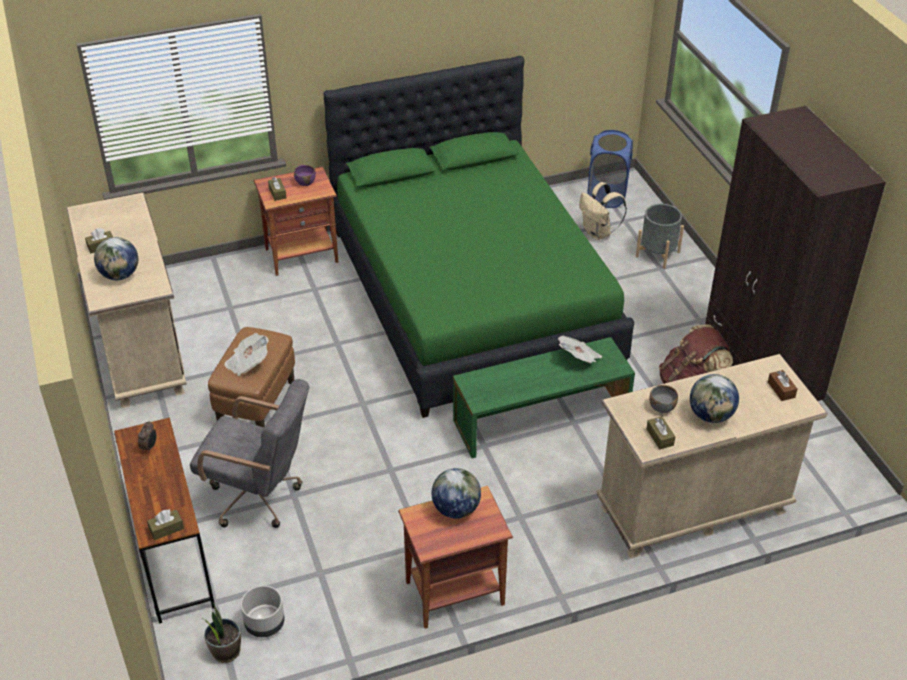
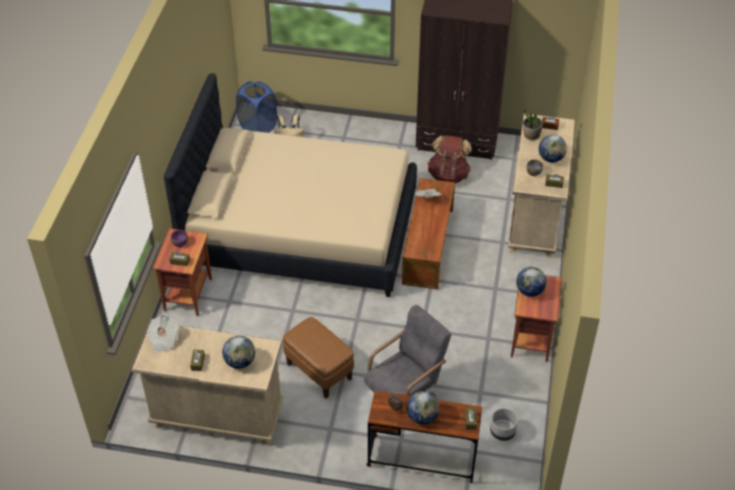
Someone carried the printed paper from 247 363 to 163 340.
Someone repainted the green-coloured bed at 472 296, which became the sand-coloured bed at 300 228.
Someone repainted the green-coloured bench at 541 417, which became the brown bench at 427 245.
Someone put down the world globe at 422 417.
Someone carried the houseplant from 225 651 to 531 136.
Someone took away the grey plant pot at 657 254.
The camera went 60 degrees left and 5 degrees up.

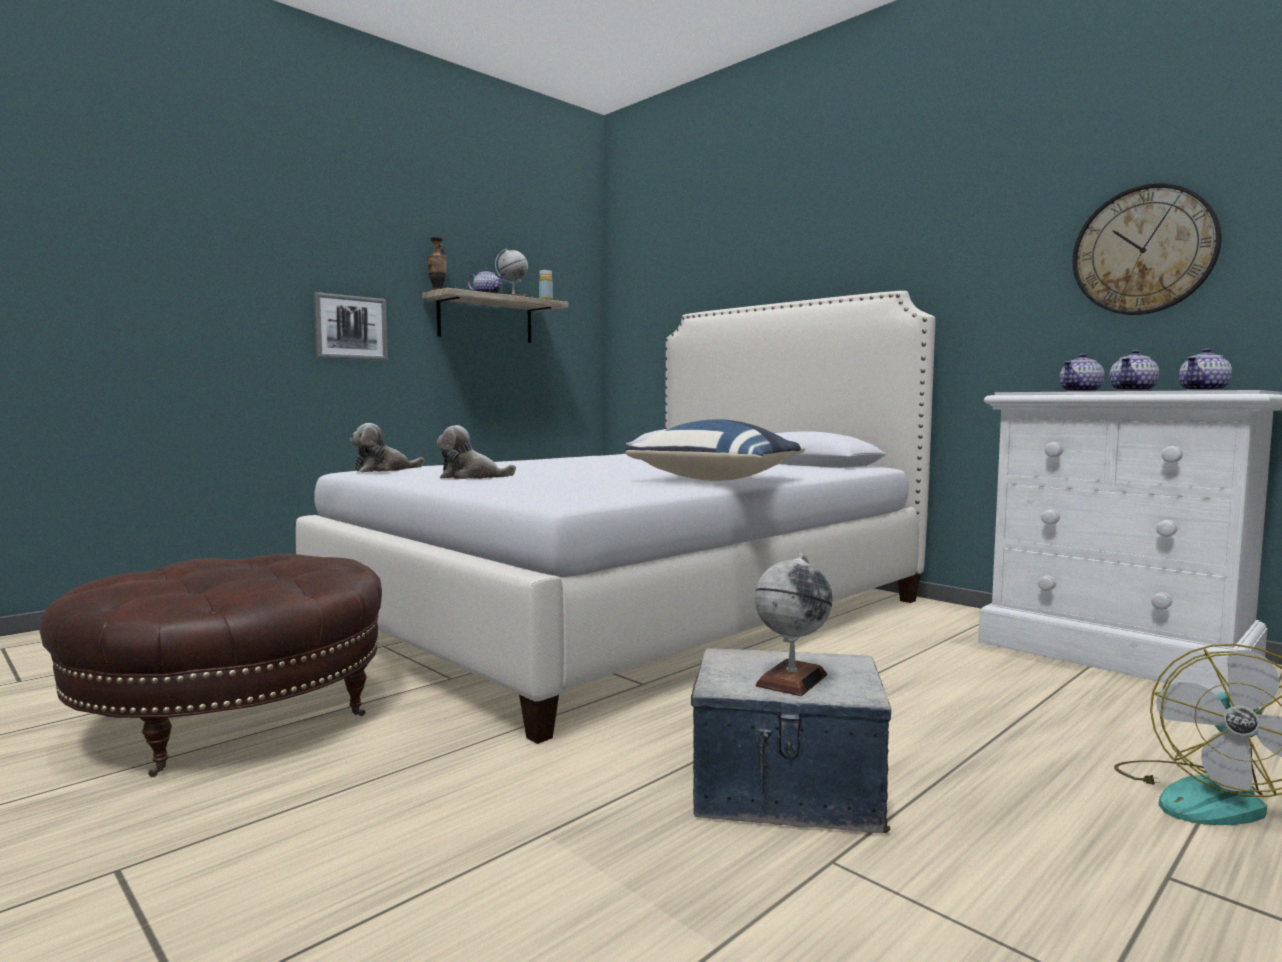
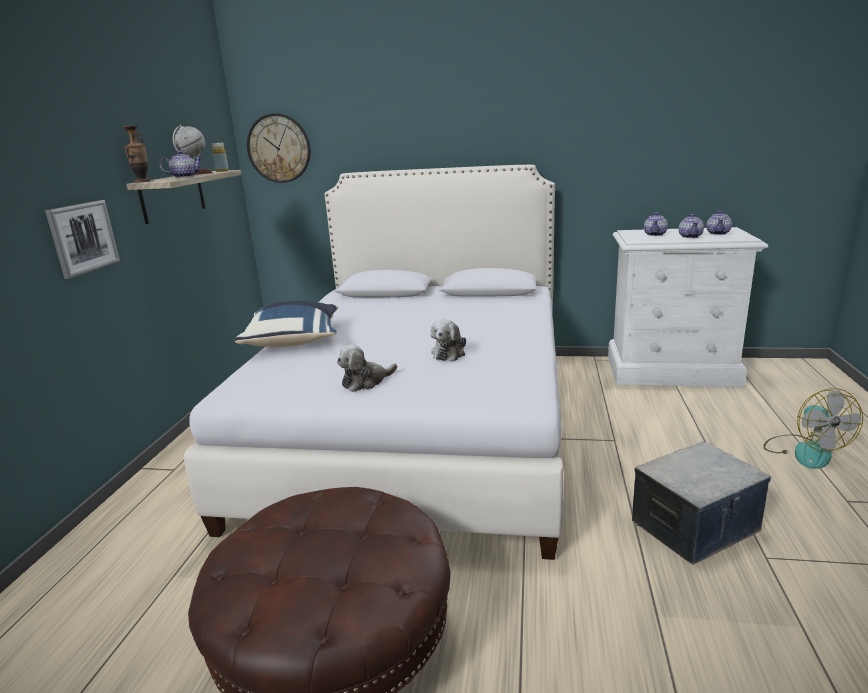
Someone carried the blue cushion from 719 480 to 294 341.
Someone carried the clock on the wall from 1143 250 to 279 148.
Someone carried the soft toy from 383 470 to 449 353.
Someone took away the world globe at 791 680.
The camera went 35 degrees left and 15 degrees up.

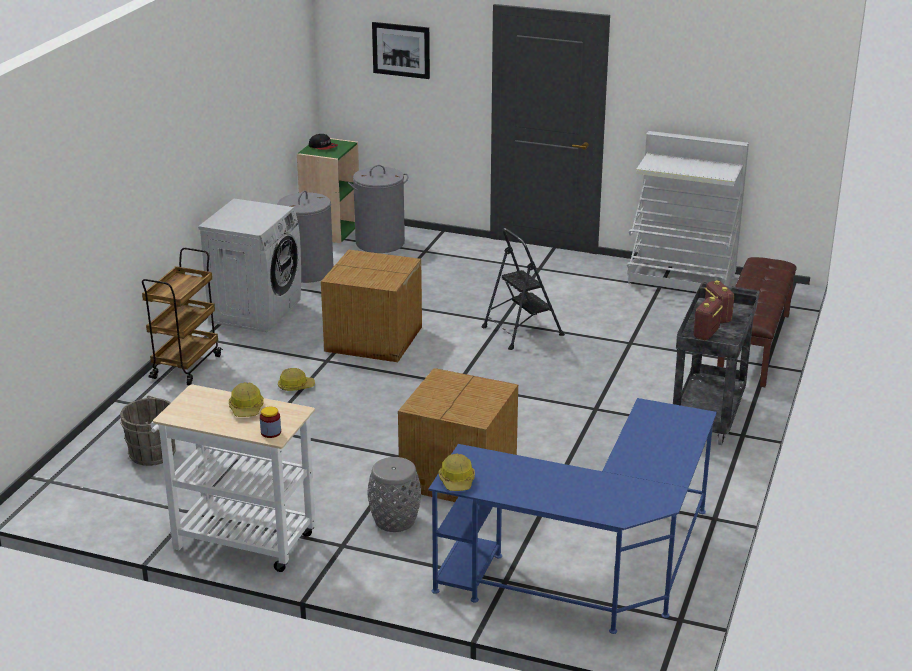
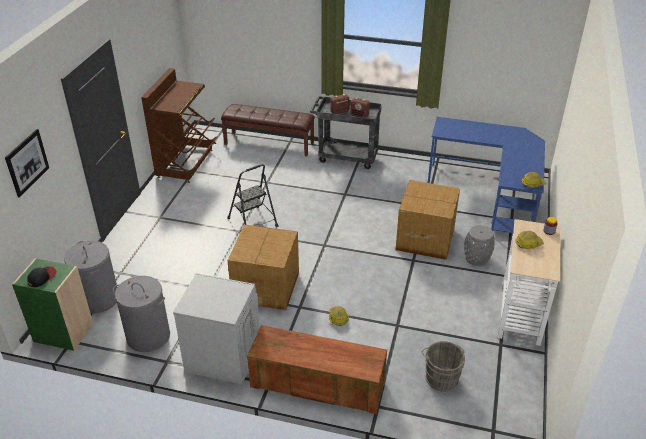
Someone repainted the white shoe rack at 680 282, which became the brown shoe rack at 188 163.
Someone swapped the brown cart at 187 367 for the brown bench at 316 384.
The camera went 95 degrees left and 10 degrees up.

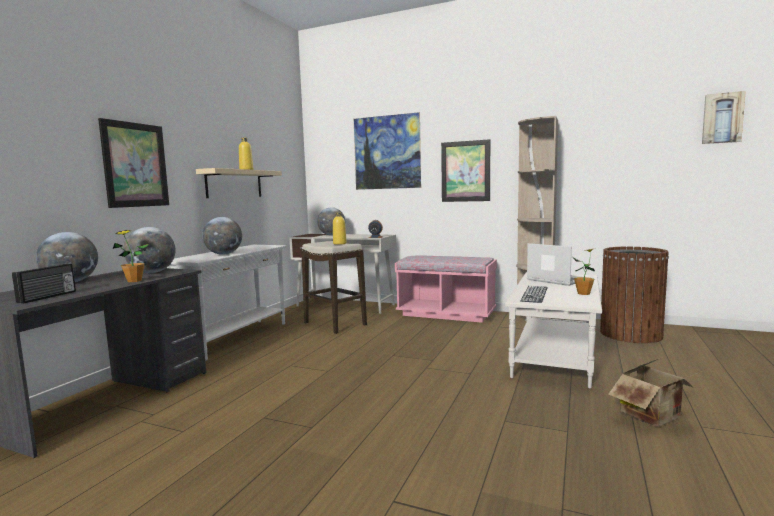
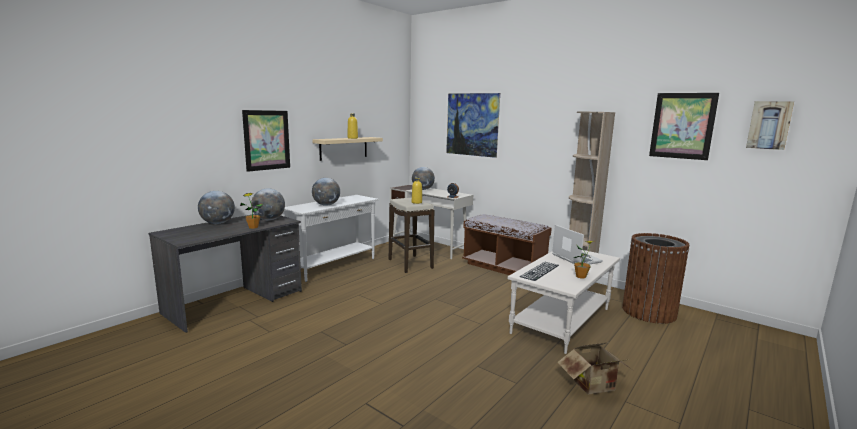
Someone repainted the pinkish bench at 446 314, which became the brown bench at 503 267.
Someone carried the picture from 465 171 to 682 126.
Someone took away the radio receiver at 48 297.
The camera went 15 degrees right and 5 degrees up.

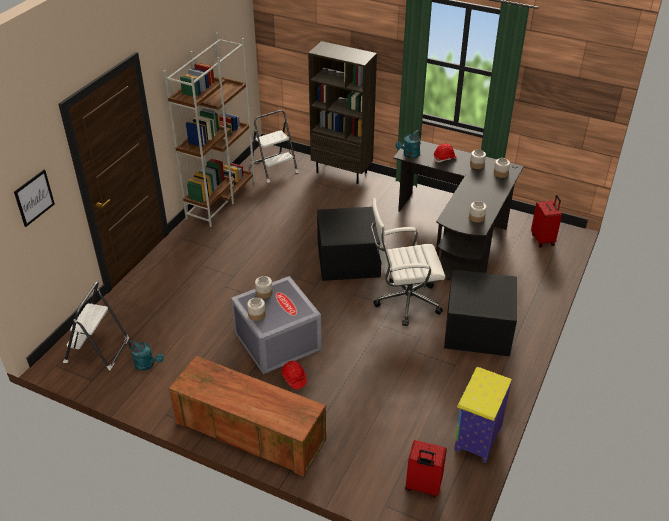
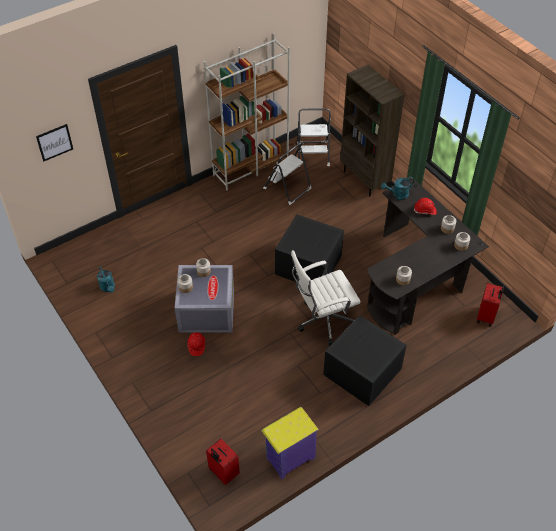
Someone carried the white stepladder from 99 350 to 288 189.
Someone rotated the white computer chair at 404 302 by 45 degrees counterclockwise.
Someone took away the brown bench at 248 432.
The camera went 30 degrees right and 10 degrees up.

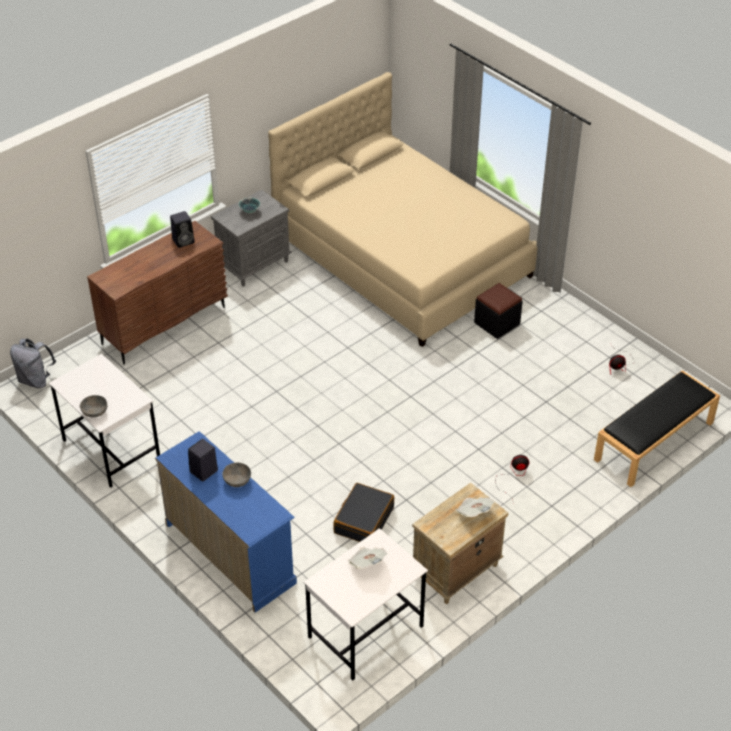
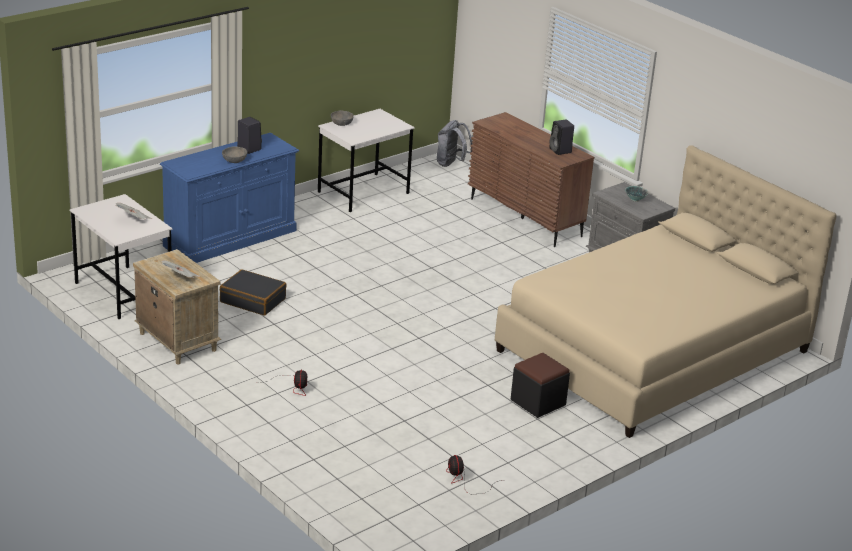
Someone took away the blackish bench at 654 442.
The camera went 90 degrees right and 15 degrees down.

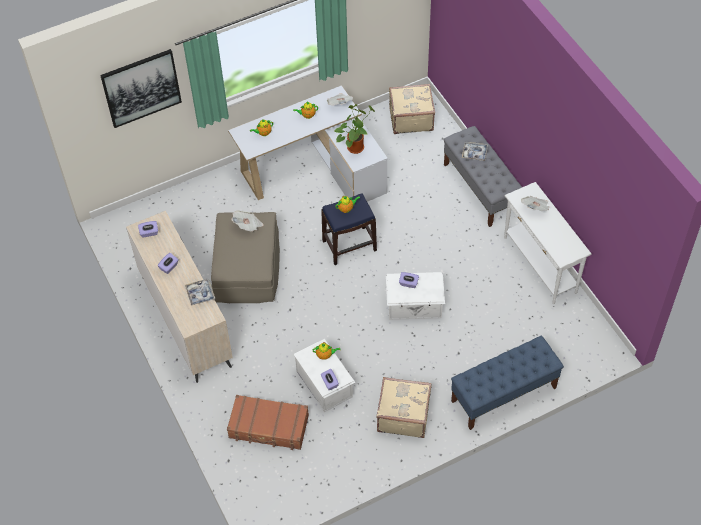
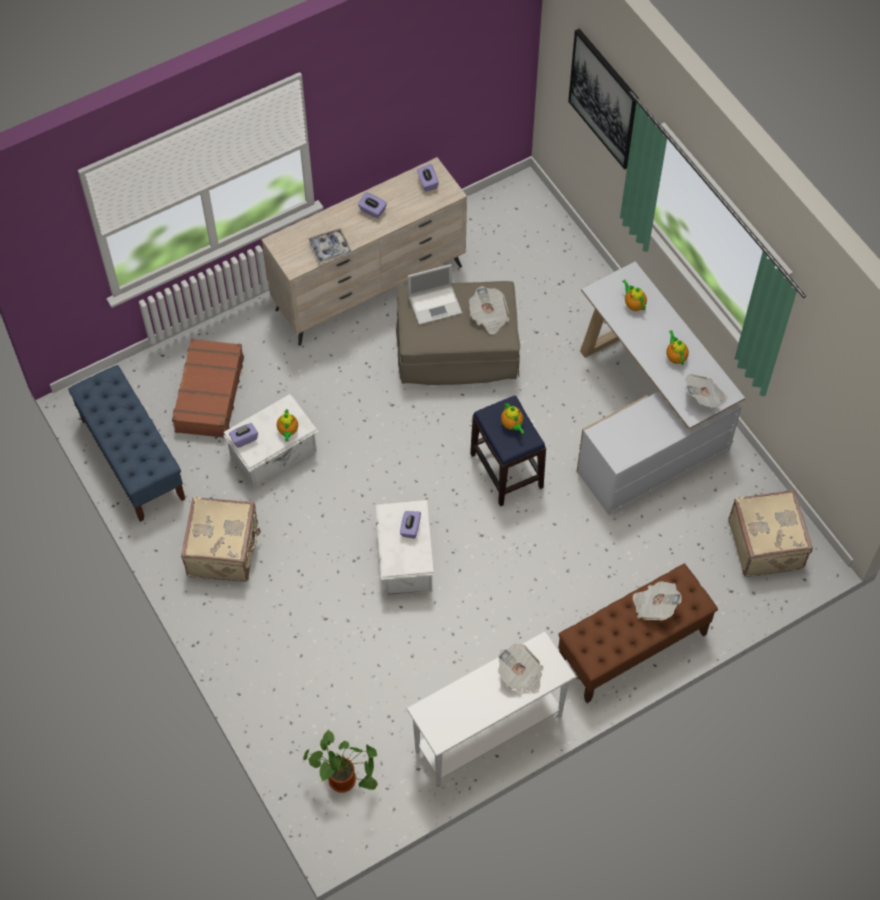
Someone carried the blue bench from 503 394 to 132 459.
Someone carried the houseplant from 355 146 to 345 779.
Someone put down the portable computer at 436 304.
Someone repainted the grey bench at 480 189, which became the brown bench at 632 648.
Someone swapped the carrying tray at 474 153 for the printed paper at 654 606.
The camera went 85 degrees right and 5 degrees up.

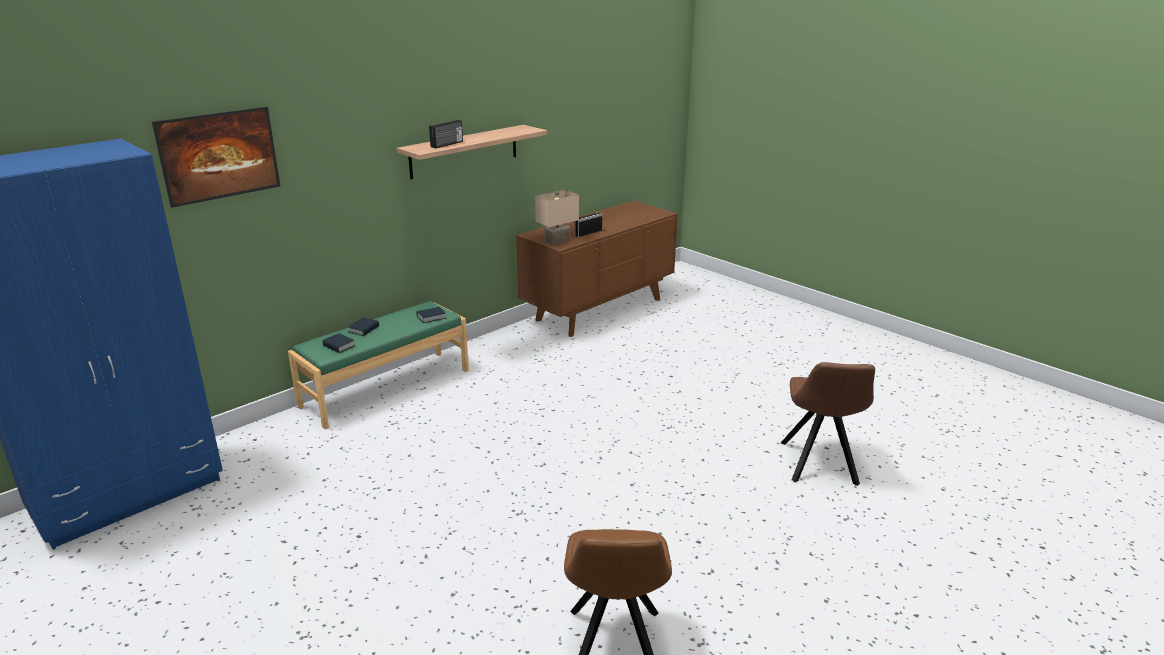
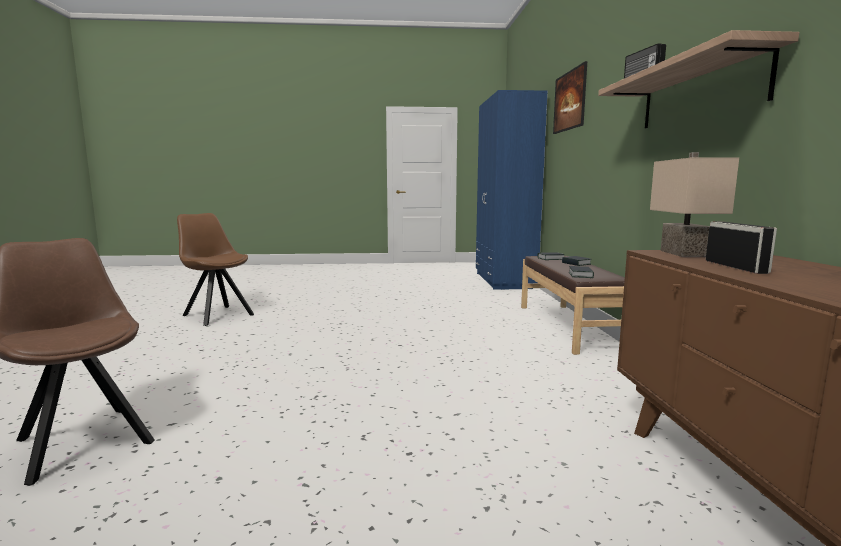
Someone repainted the green-coloured bench at 386 387, which became the brown bench at 569 326.
The camera went 130 degrees right and 15 degrees down.

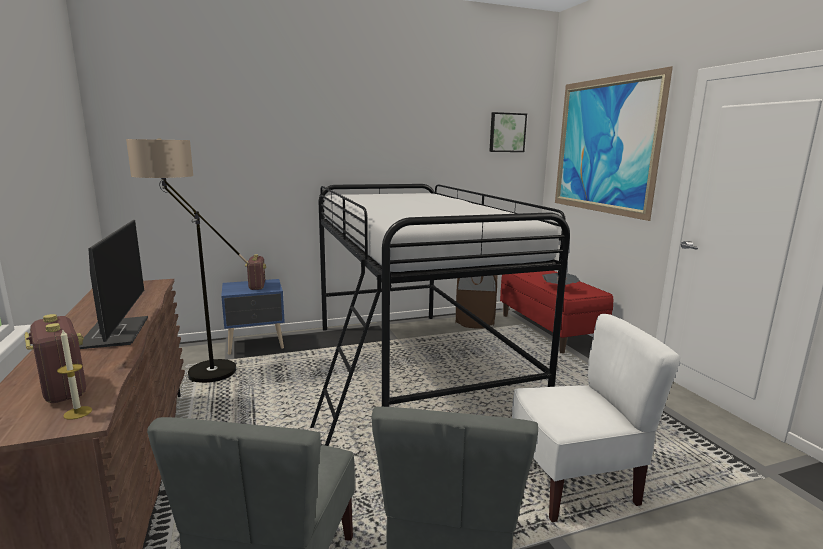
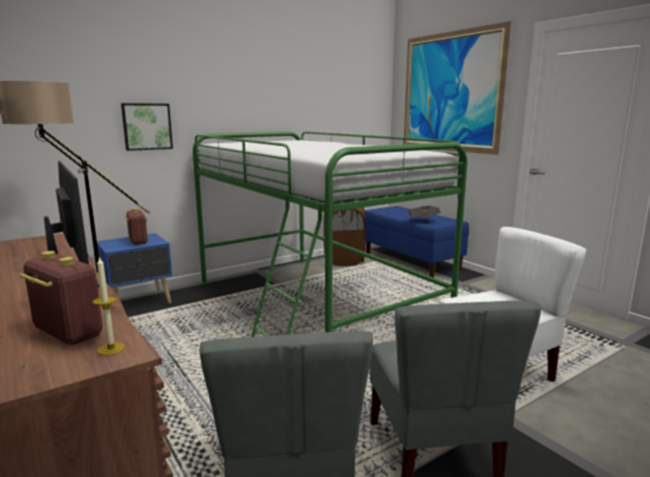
Someone carried the picture from 507 132 to 147 126.
Someone repainted the blackish bed at 412 369, which became the green-coloured bed at 310 306.
Someone repainted the reddish bench at 549 330, which became the blue bench at 411 261.
The camera went 15 degrees left and 0 degrees up.

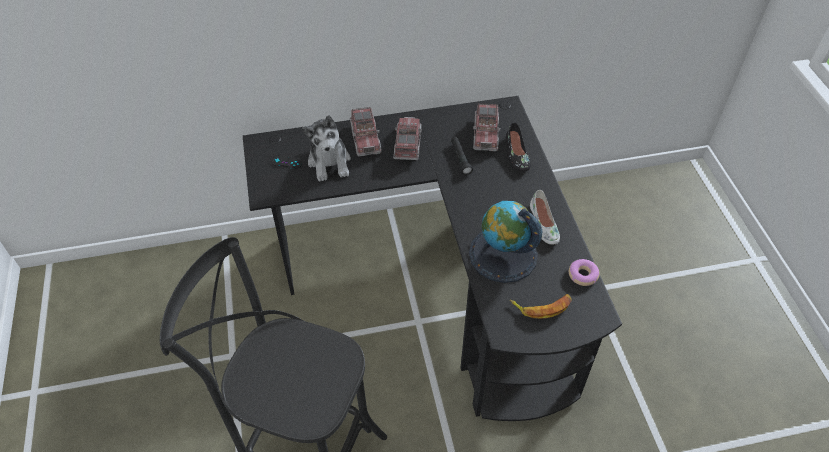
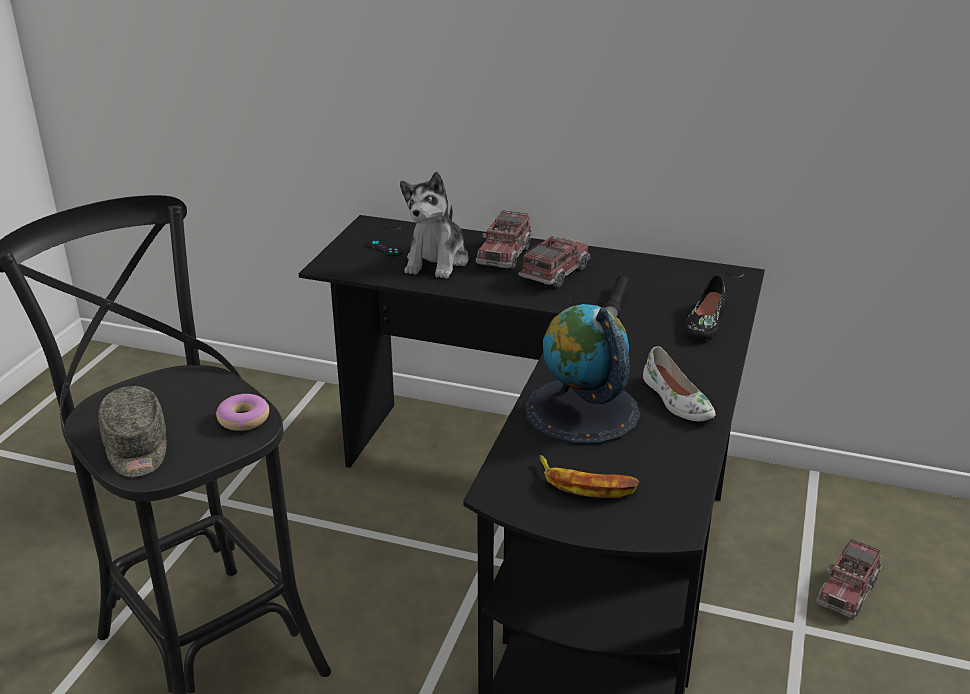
Someone put down the grey baseball cap at 136 448.
Someone carried the ring doughnut from 583 275 to 244 419.
Someone rotated the white item of footwear at 543 224 by 45 degrees counterclockwise.
Someone carried the toy lorry from 485 134 to 847 590.
The camera went 30 degrees right and 20 degrees down.

